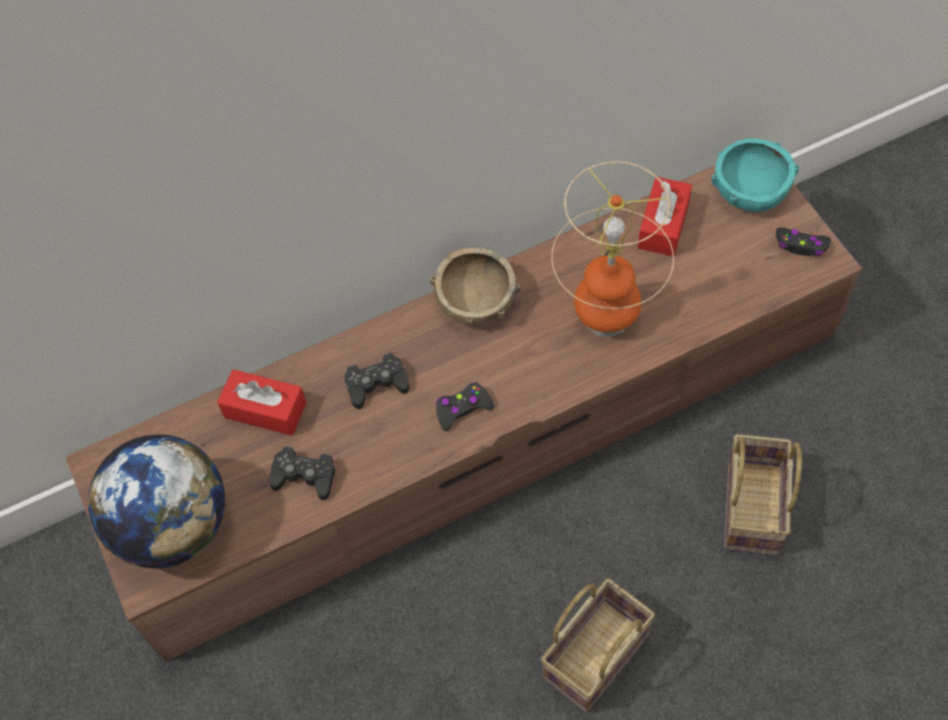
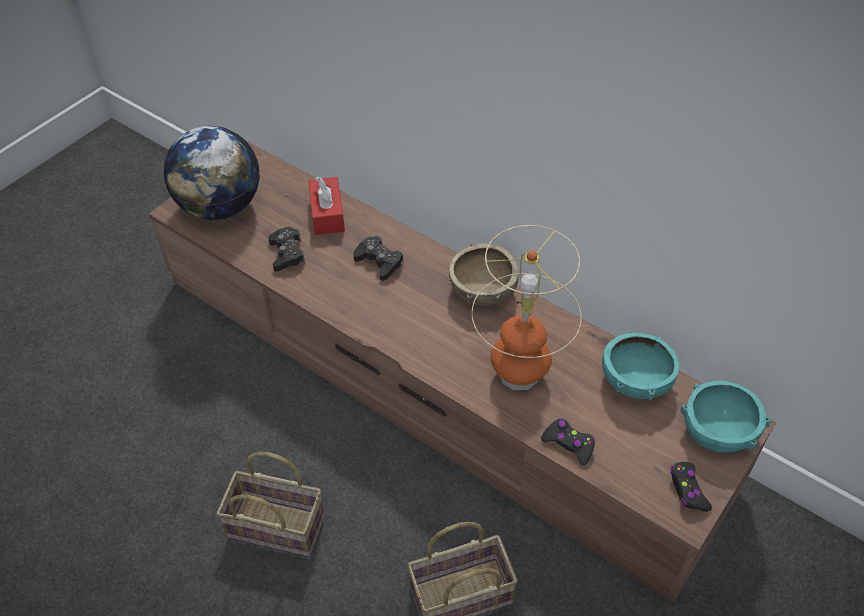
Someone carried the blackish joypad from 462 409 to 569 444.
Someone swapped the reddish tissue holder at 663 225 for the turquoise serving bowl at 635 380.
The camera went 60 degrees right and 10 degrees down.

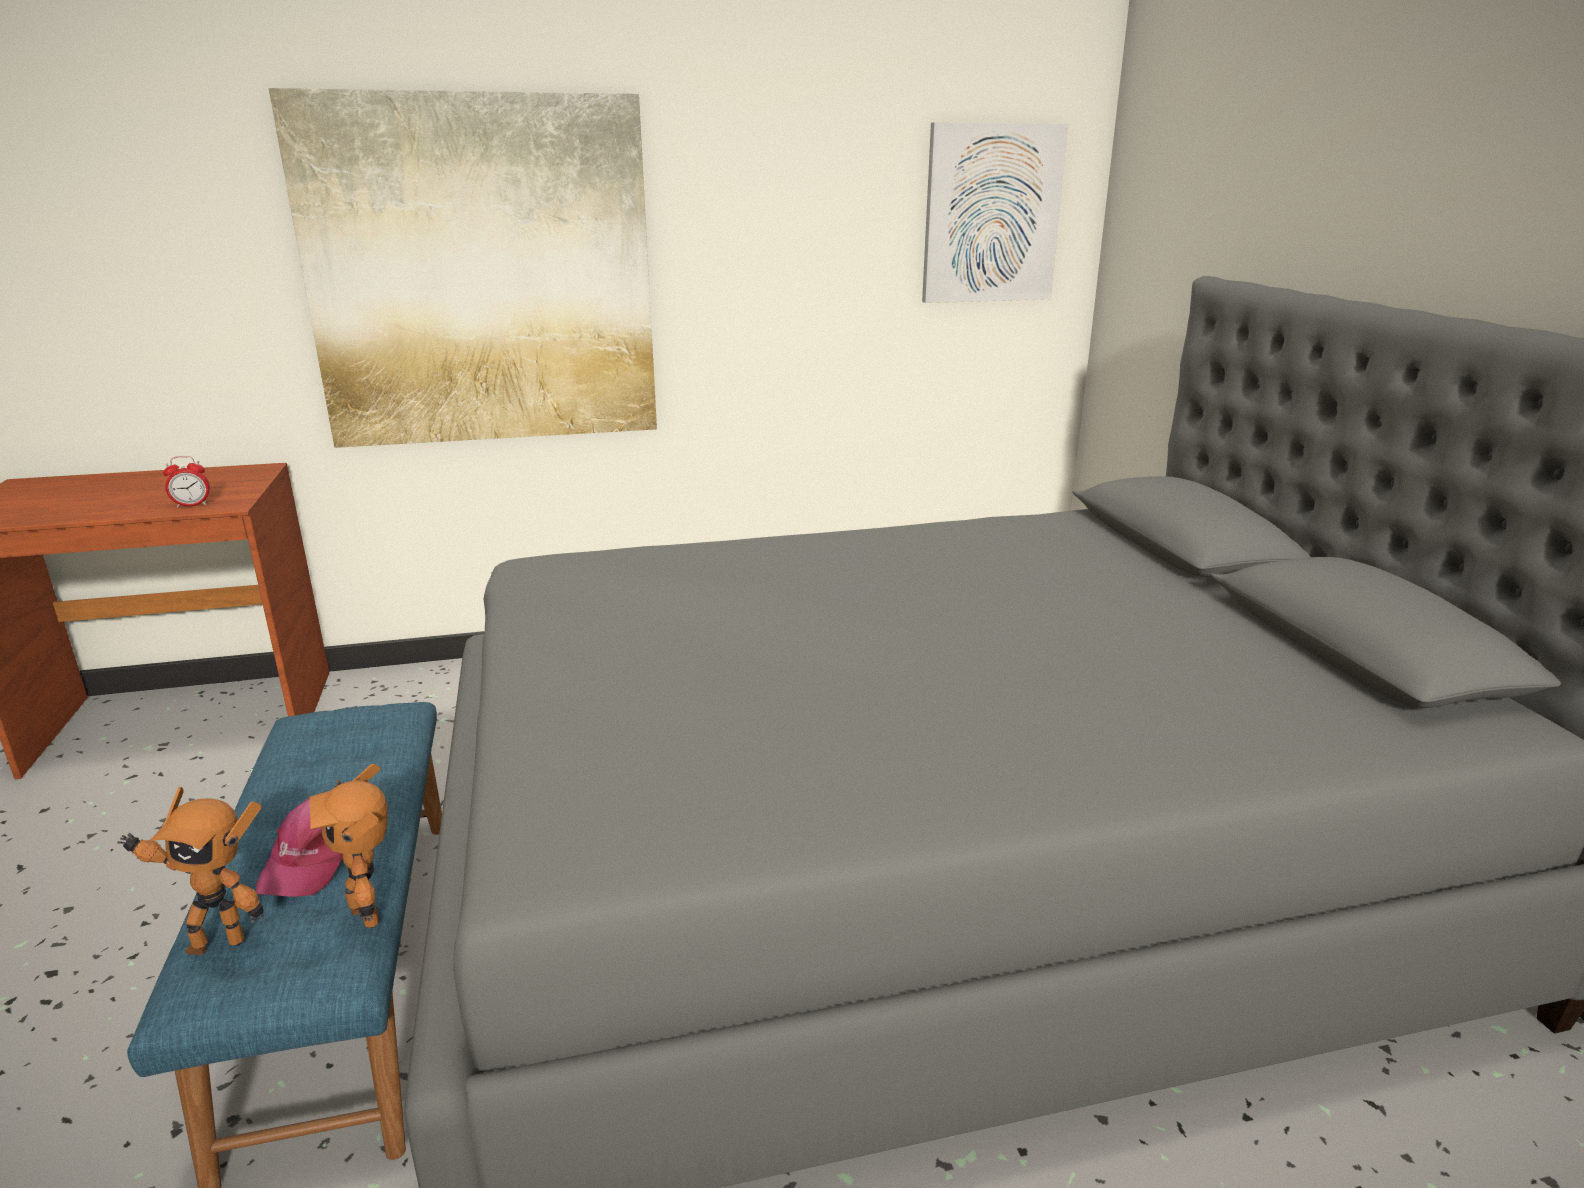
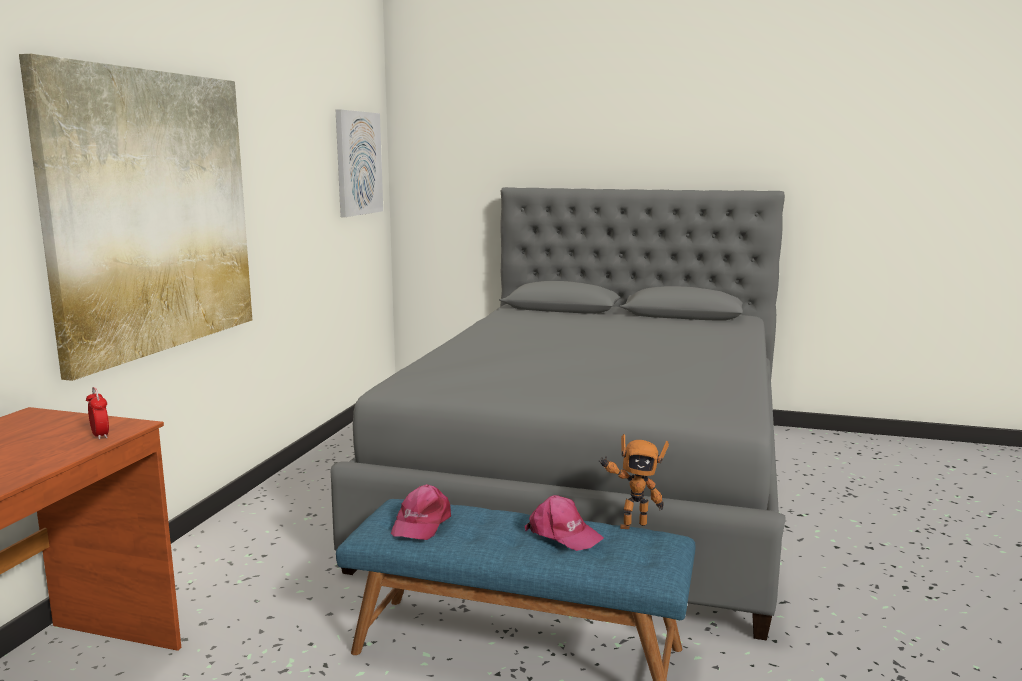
Someone rotated the bedside clock at 192 505 by 45 degrees counterclockwise.
Someone put down the pinkish baseball cap at 421 523.
Someone took away the model robot at 218 941.
The camera went 60 degrees left and 10 degrees down.

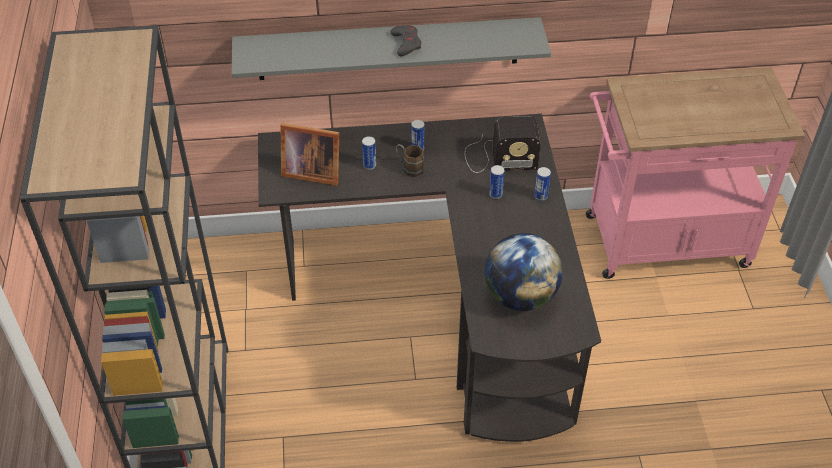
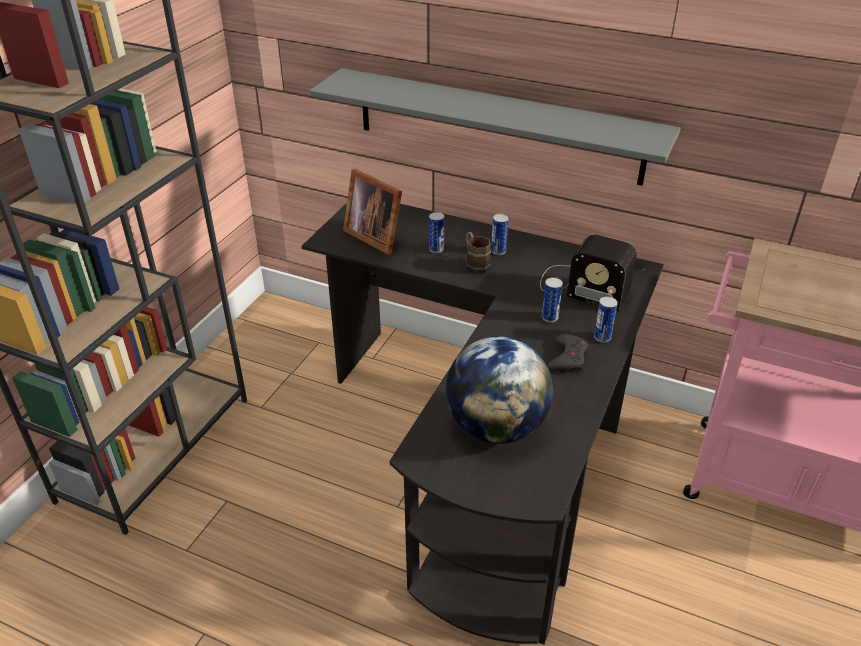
Someone carried the grey joypad from 406 43 to 568 358.
The camera went 30 degrees right and 10 degrees down.

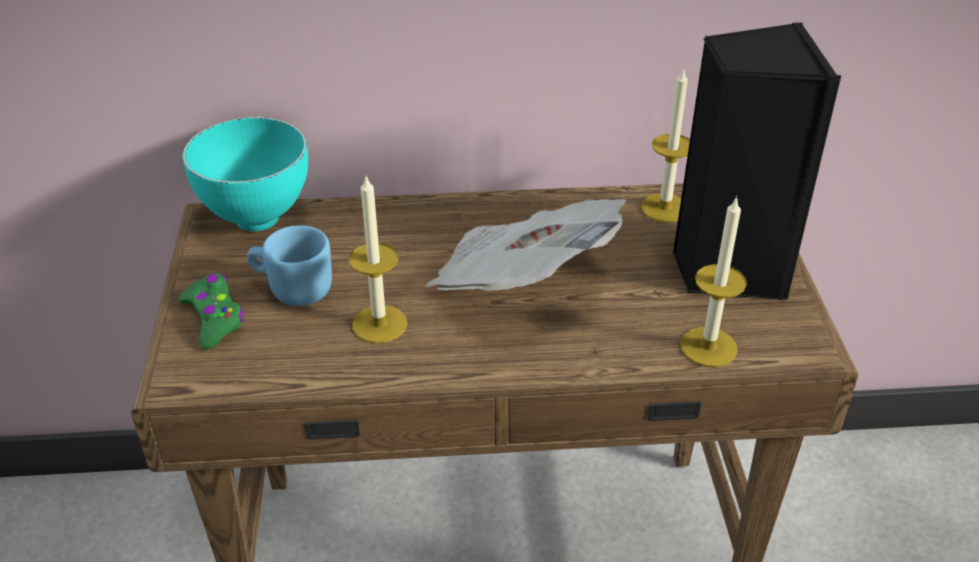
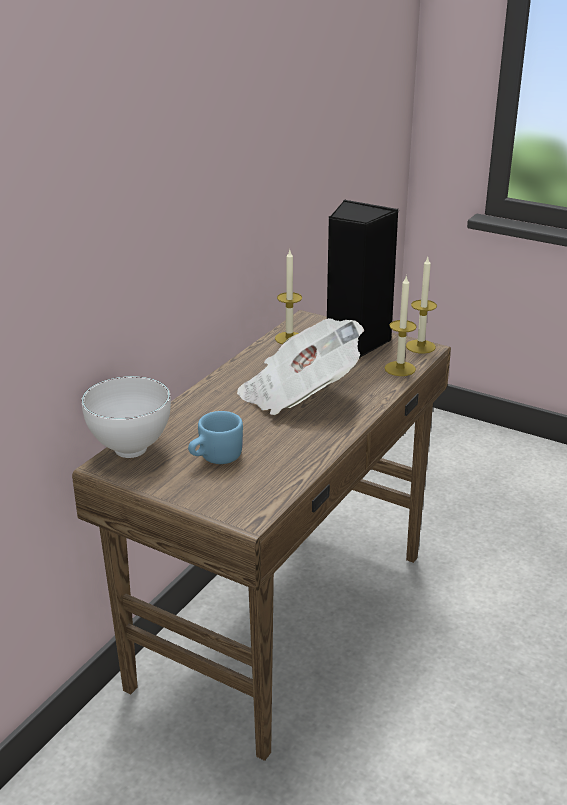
Someone repainted the turquoise serving bowl at 256 219, which became the white serving bowl at 128 451.
Someone carried the wax candle from 379 324 to 420 346.
Someone took away the green-coloured joypad at 214 318.
The camera went 55 degrees left and 10 degrees down.

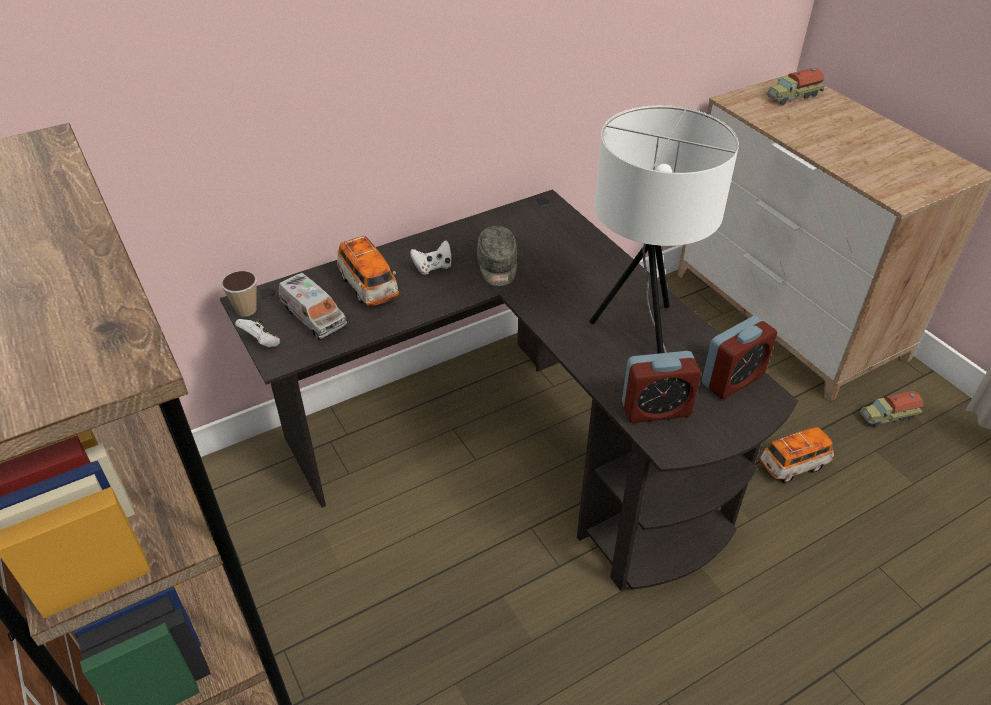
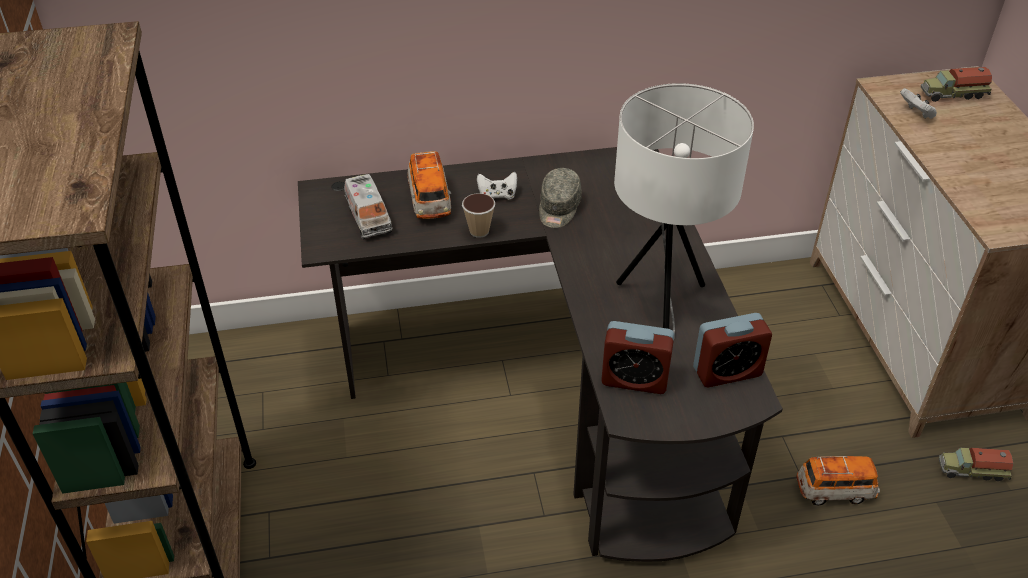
Someone carried the drinking cup from 246 310 to 479 231.
Someone carried the white joypad from 261 343 to 916 113.
The camera went 20 degrees right and 0 degrees up.

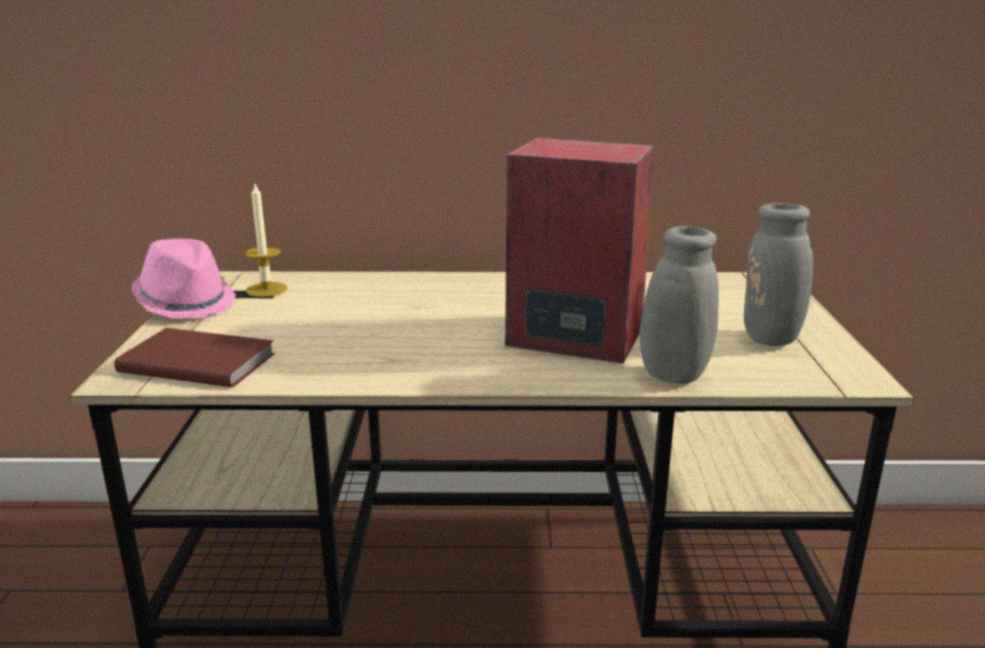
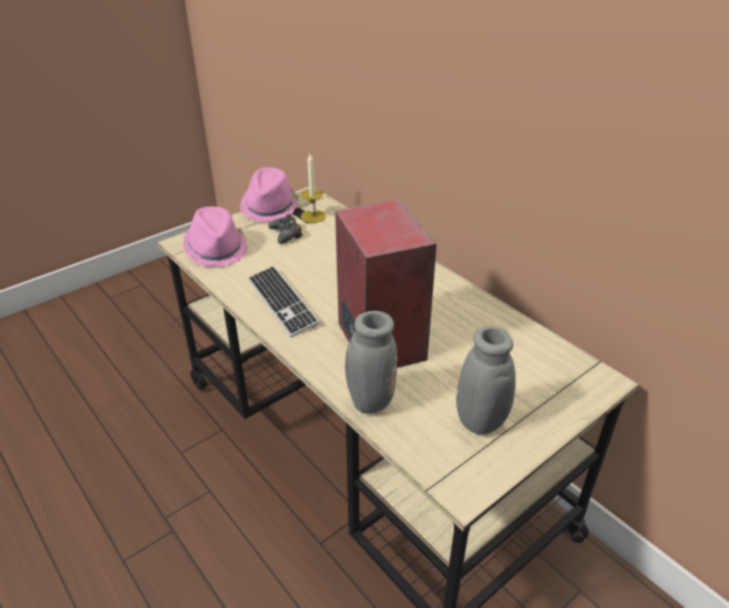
Someone swapped the brown book at 198 361 for the pinkish hat at 216 249.
Someone put down the PC keyboard at 282 302.
Someone put down the blackish joypad at 286 234.
The camera went 50 degrees right and 15 degrees up.

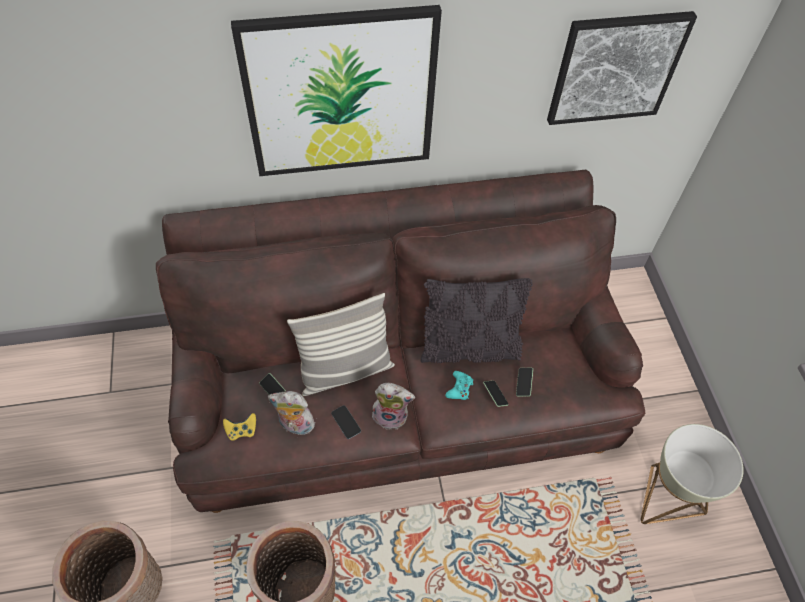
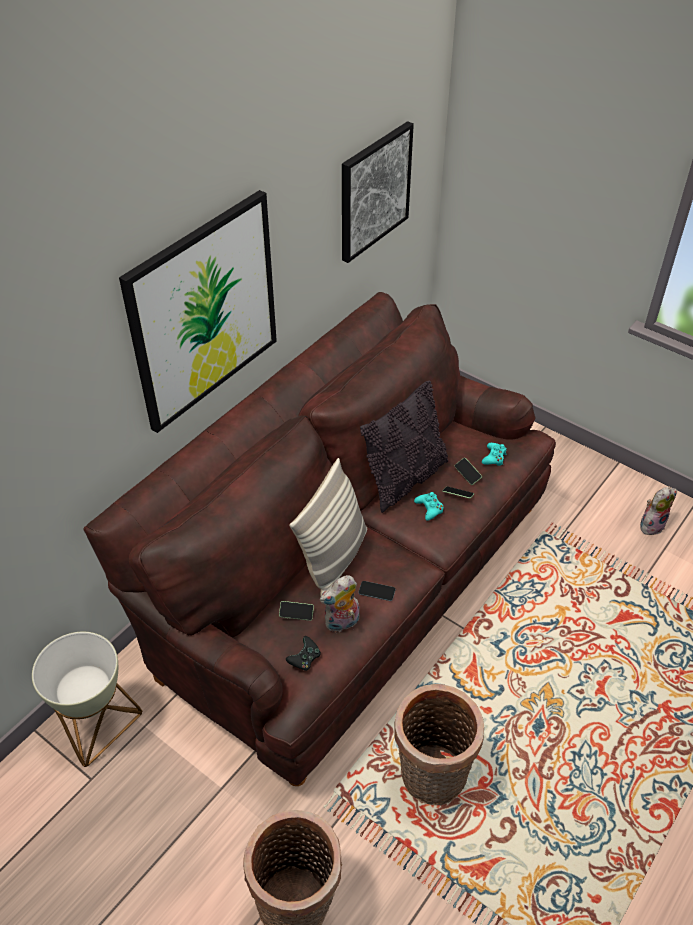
Someone carried the plant pot from 666 497 to 99 725.
Someone repainted the yellow-coloured joypad at 241 430, which became the blackish joypad at 304 659.
Someone put down the turquoise joypad at 494 457.
Someone carried the soft toy from 391 415 to 651 524.
The camera went 40 degrees left and 10 degrees down.

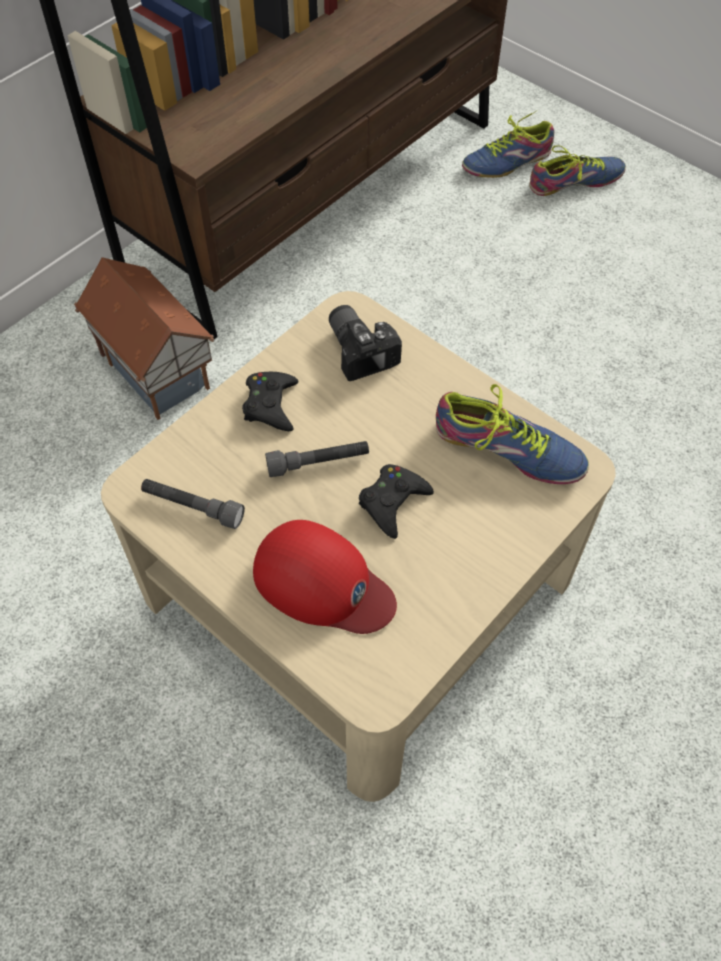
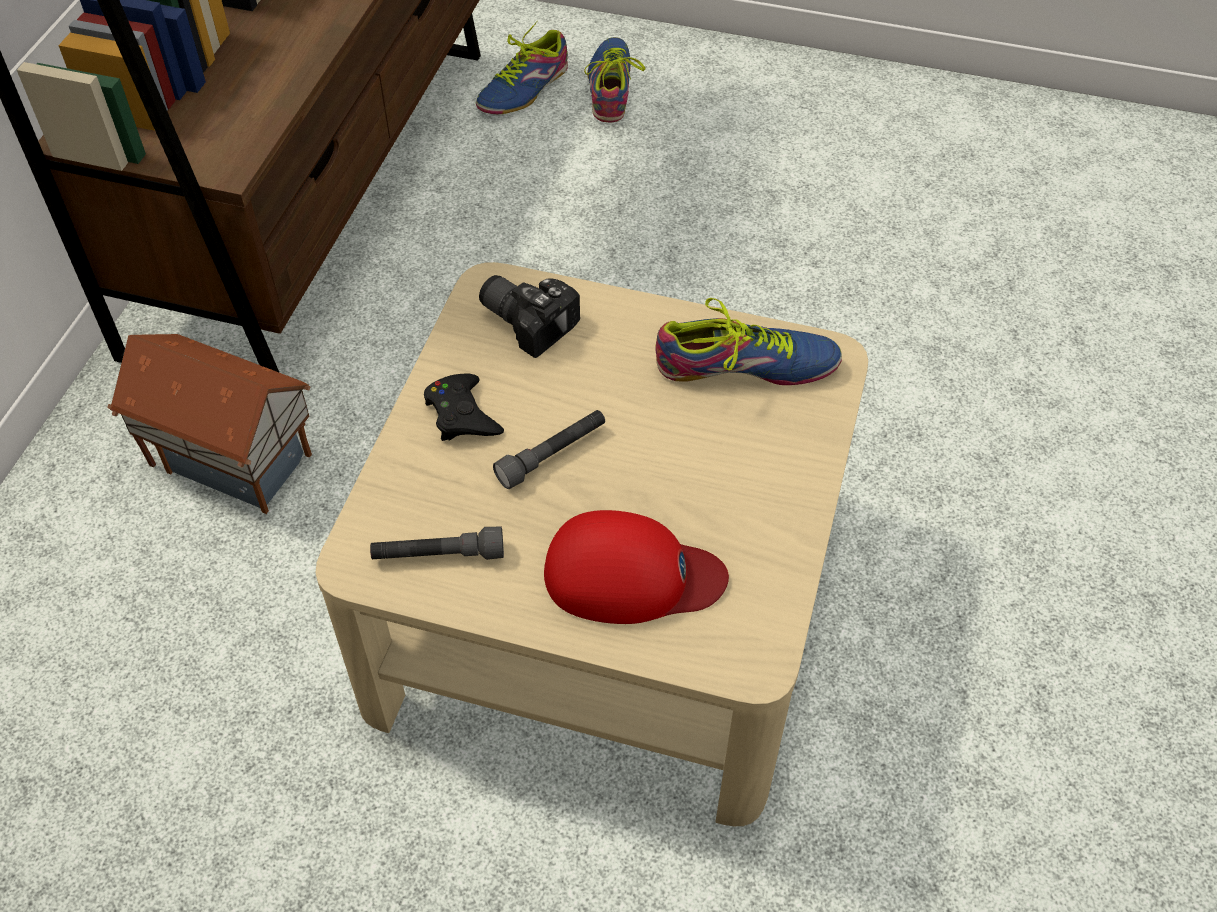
Someone rotated the item of footwear at 574 181 by 45 degrees counterclockwise.
Someone took away the blackish joypad at 392 502.
The camera went 25 degrees left and 5 degrees down.

